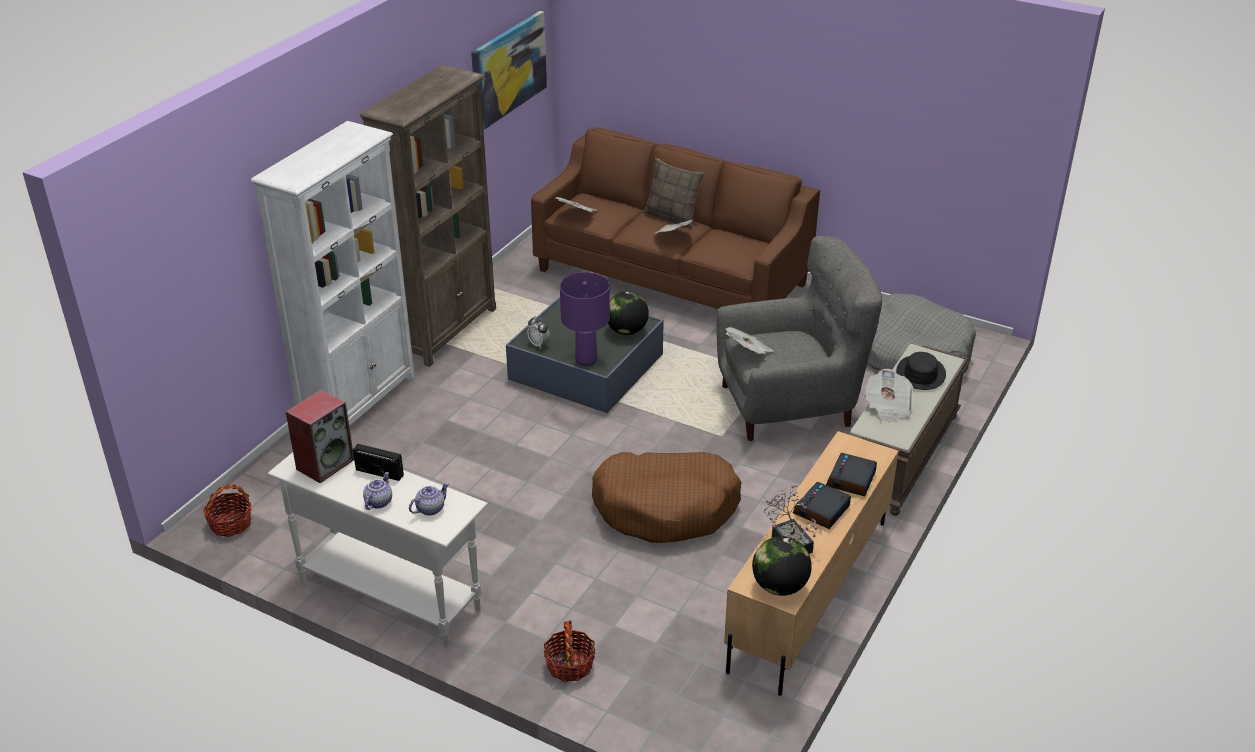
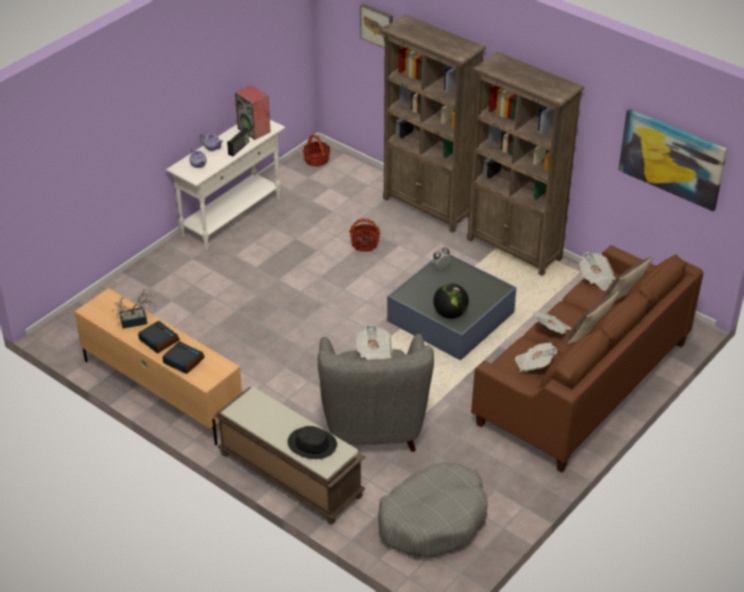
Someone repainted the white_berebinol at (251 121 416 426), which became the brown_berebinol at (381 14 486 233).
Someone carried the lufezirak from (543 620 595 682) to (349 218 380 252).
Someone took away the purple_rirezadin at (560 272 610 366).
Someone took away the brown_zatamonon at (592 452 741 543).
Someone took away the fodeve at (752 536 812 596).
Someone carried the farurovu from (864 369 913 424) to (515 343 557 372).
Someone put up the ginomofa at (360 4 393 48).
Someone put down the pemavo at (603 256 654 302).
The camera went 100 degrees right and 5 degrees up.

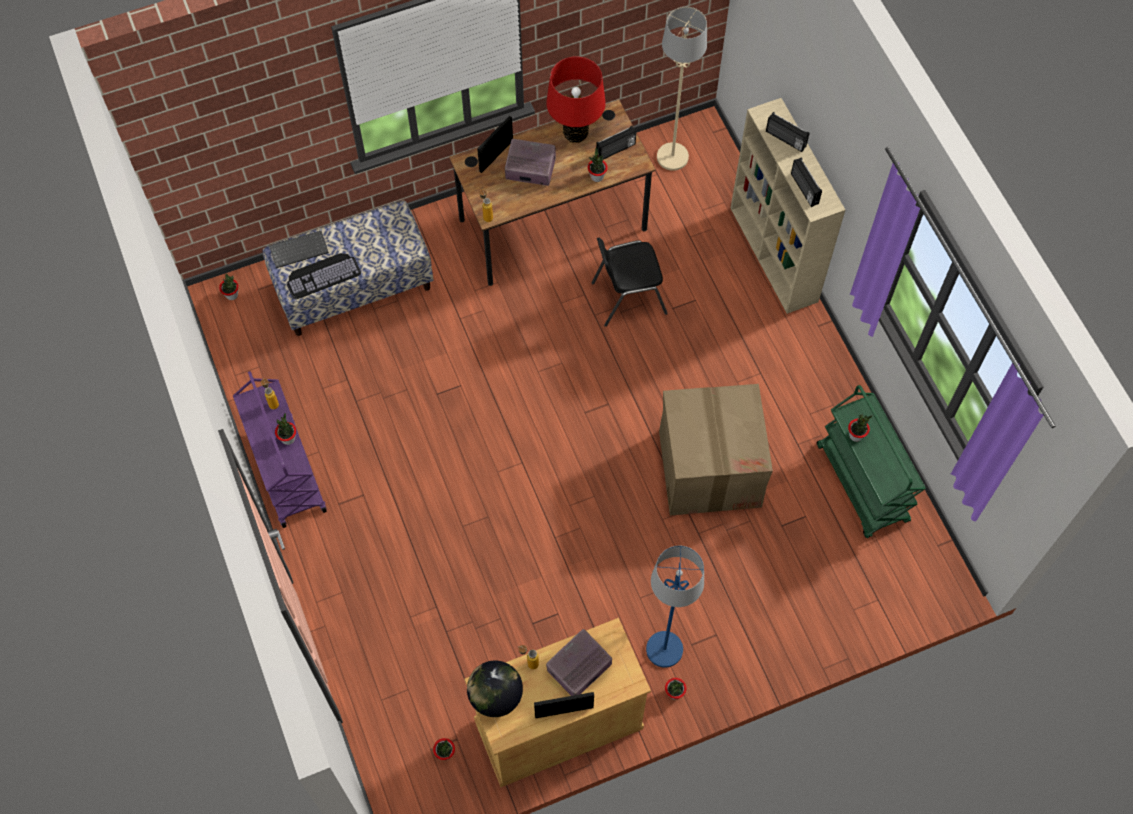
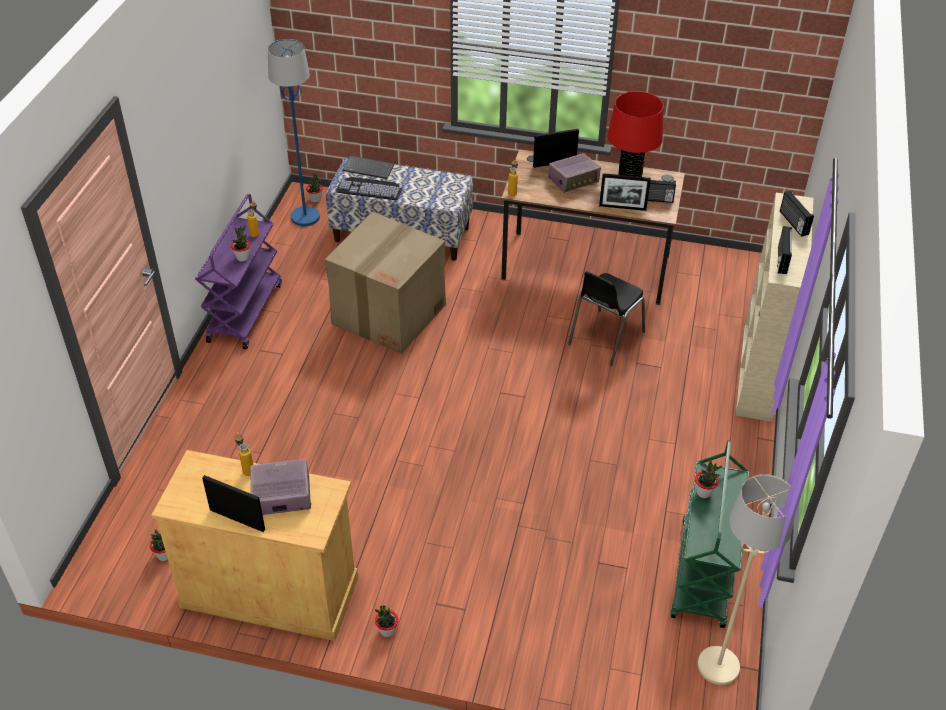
Someone took away the fodeve at (467 661 523 717).
Someone rotated the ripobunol at (505 139 556 186) by 105 degrees clockwise.
Someone swapped the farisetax at (588 147 608 182) for the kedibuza at (599 173 651 211).
Someone rotated the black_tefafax at (592 238 668 327) by 75 degrees counterclockwise.
Someone carried the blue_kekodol from (646 546 704 668) to (268 39 320 226).
Someone carried the beige_kekodol from (657 7 707 171) to (698 474 795 685).
Someone carried the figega from (659 384 773 515) to (325 212 446 354).
The camera went 35 degrees right and 20 degrees down.

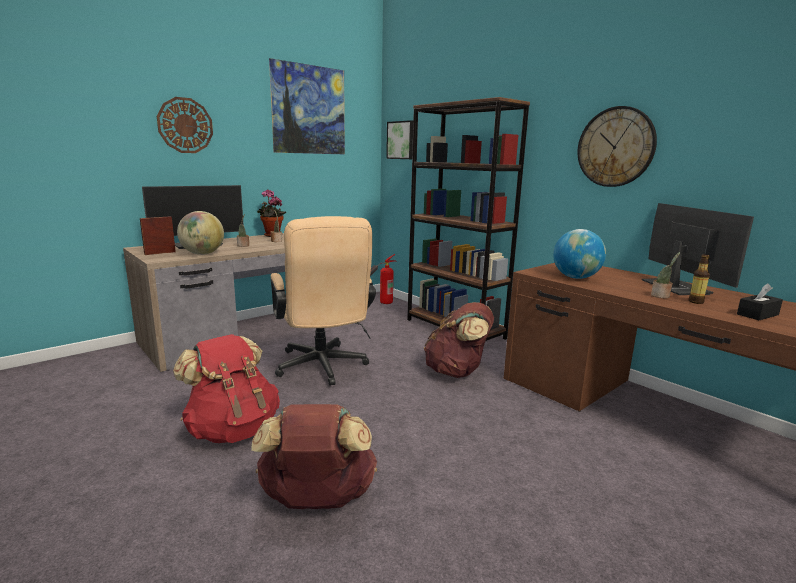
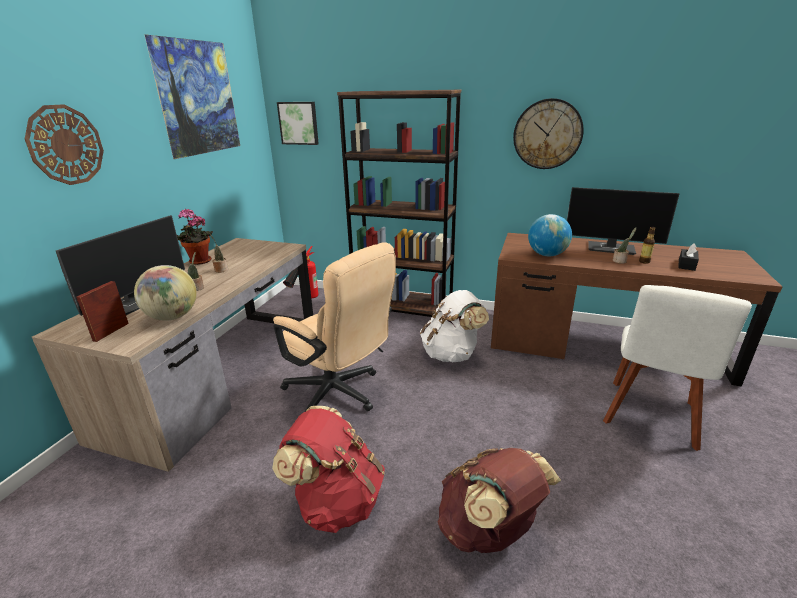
Someone repainted the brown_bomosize at (424 302 494 378), which became the white_bomosize at (420 290 489 363).
Someone rotated the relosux at (642 203 754 295) by 150 degrees clockwise.
Someone put down the white_tefafax at (603 285 752 451).
The camera went 30 degrees left and 10 degrees up.

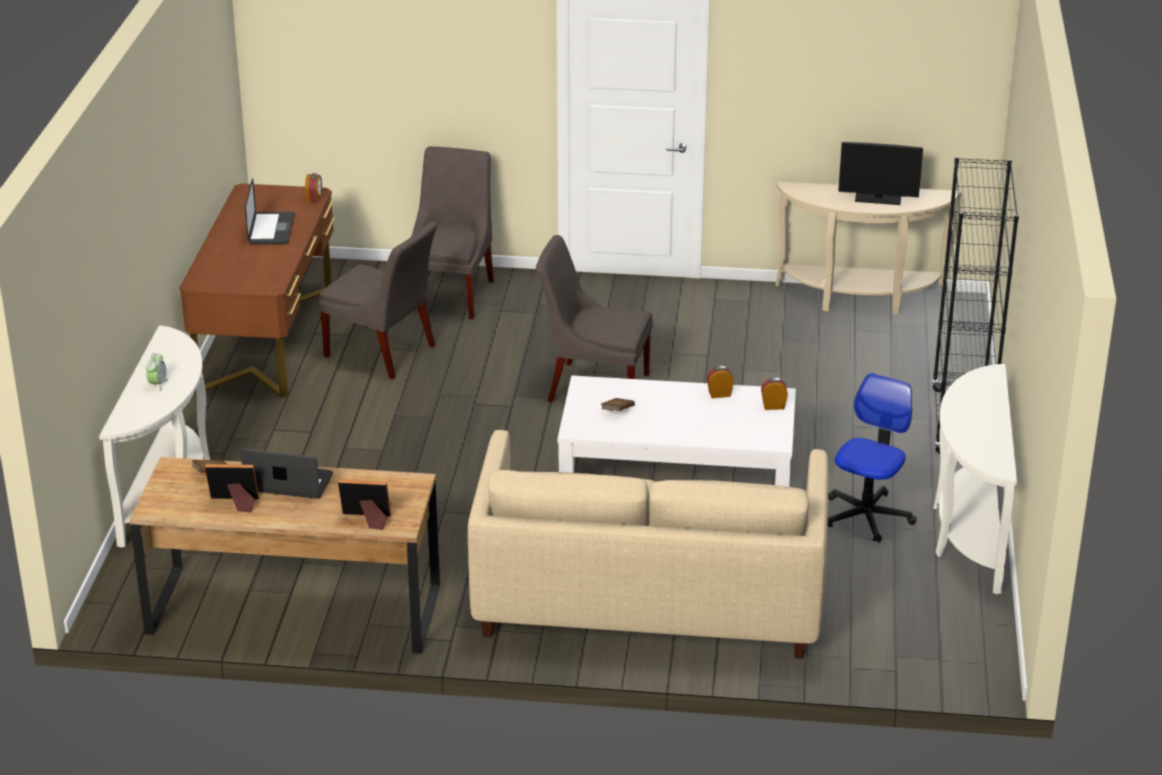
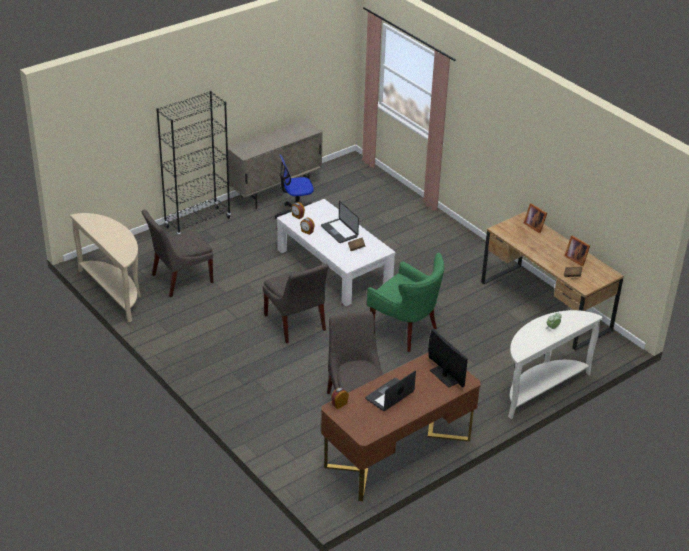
Someone carried the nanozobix from (241 448 333 499) to (321 201 359 243).
Someone carried the grey_tefafax from (411 146 494 319) to (142 210 213 297).
Someone took away the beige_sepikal at (468 430 829 659).
Someone carried the relosux from (838 142 923 205) to (428 329 468 388).
Someone swapped the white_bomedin at (933 364 1017 594) for the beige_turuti at (228 120 323 209).
Someone put down the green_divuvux at (367 253 445 352).
The camera went 135 degrees left and 5 degrees up.

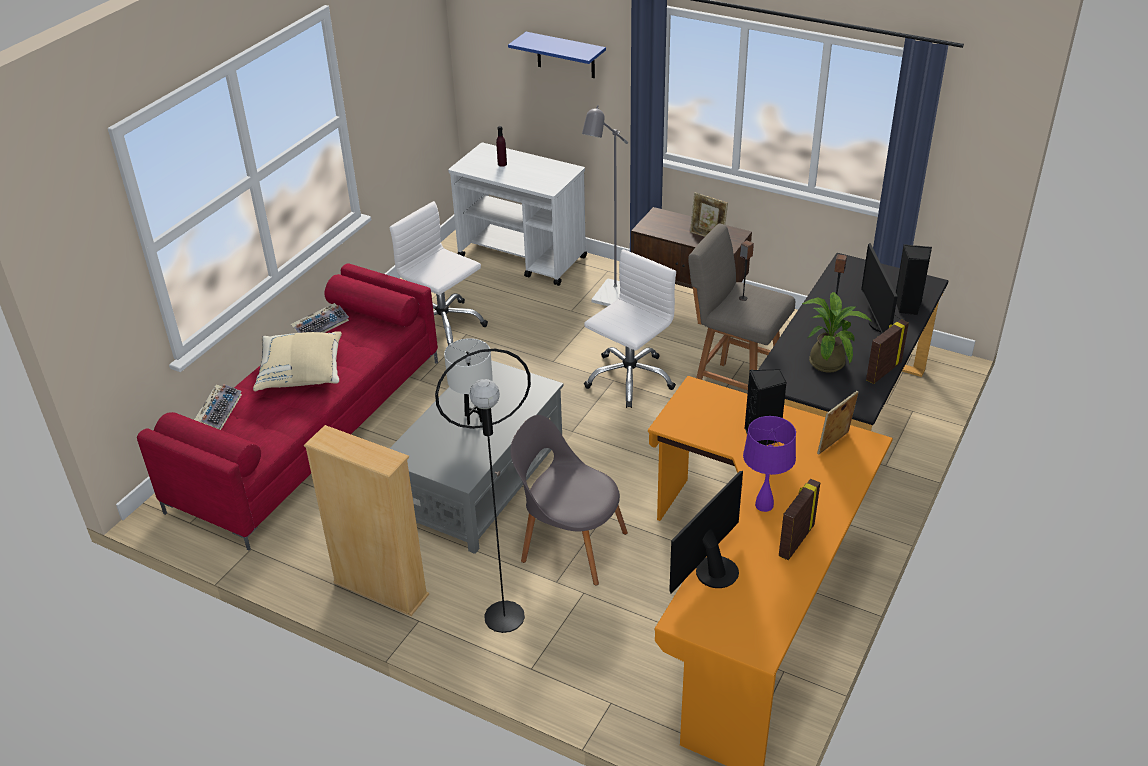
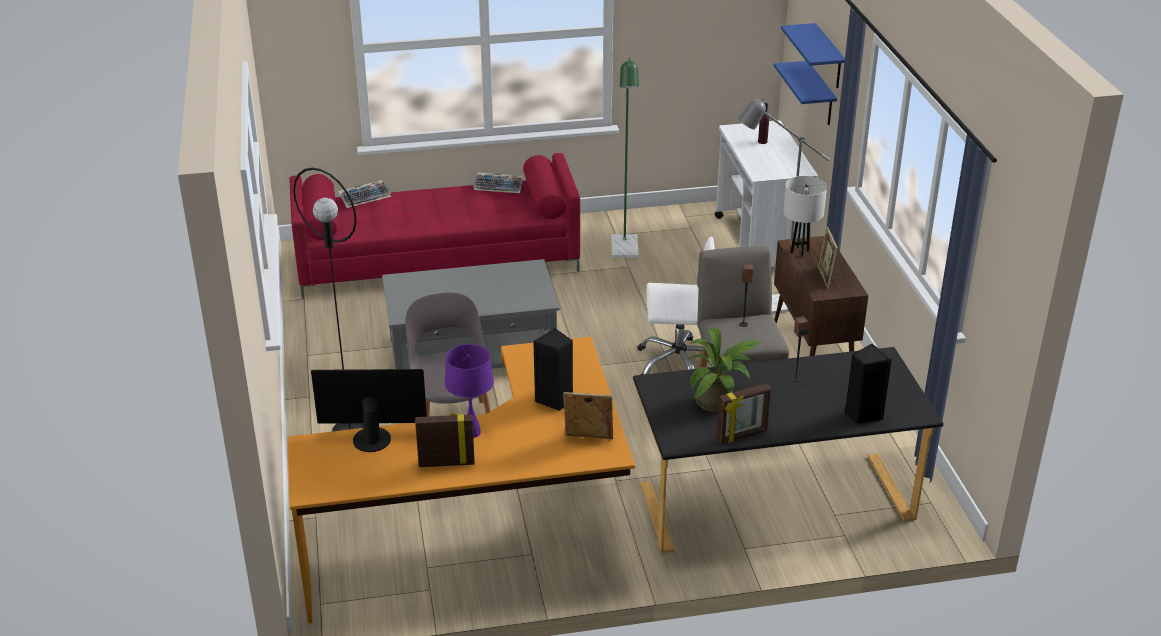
Someone took away the beige_pemavo at (253 332 342 391).
Someone took away the beige_berebinol at (304 425 429 616).
Someone swapped the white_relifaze at (389 201 488 346) for the green_kekodol at (611 58 639 258).
Someone carried the white_rirezadin from (444 338 493 425) to (783 176 827 257).
Someone took away the relosux at (861 243 901 333).
Someone rotated the kedibuza at (866 319 909 384) by 150 degrees clockwise.
Someone put up the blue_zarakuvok at (774 61 837 125).
The camera went 50 degrees right and 5 degrees down.

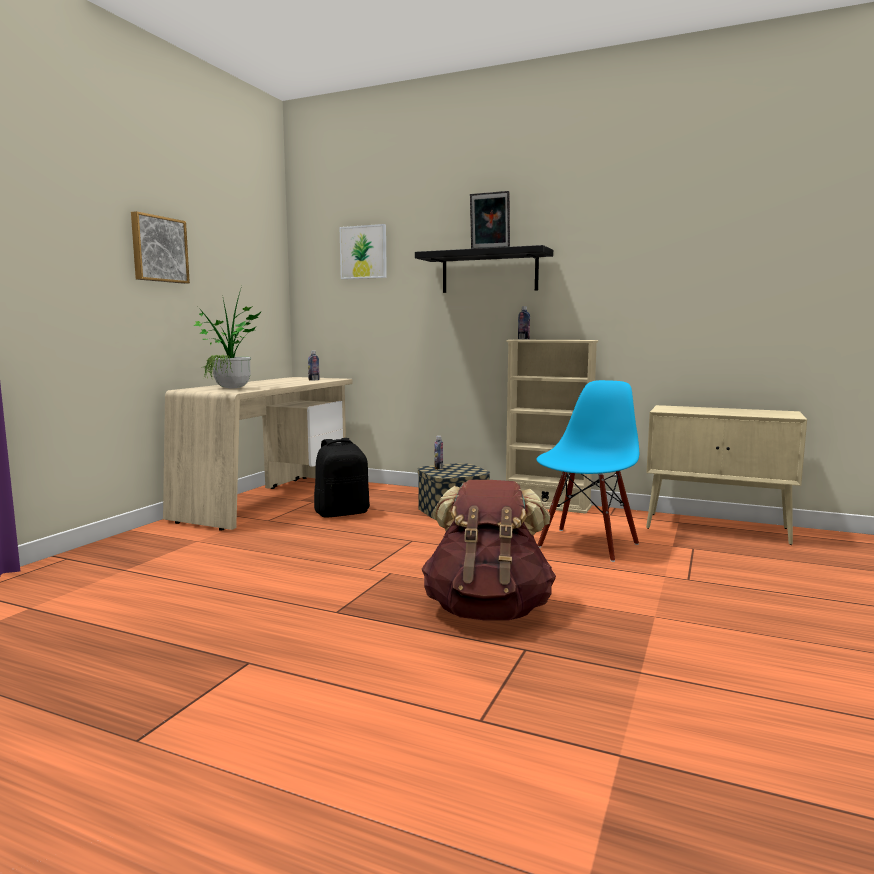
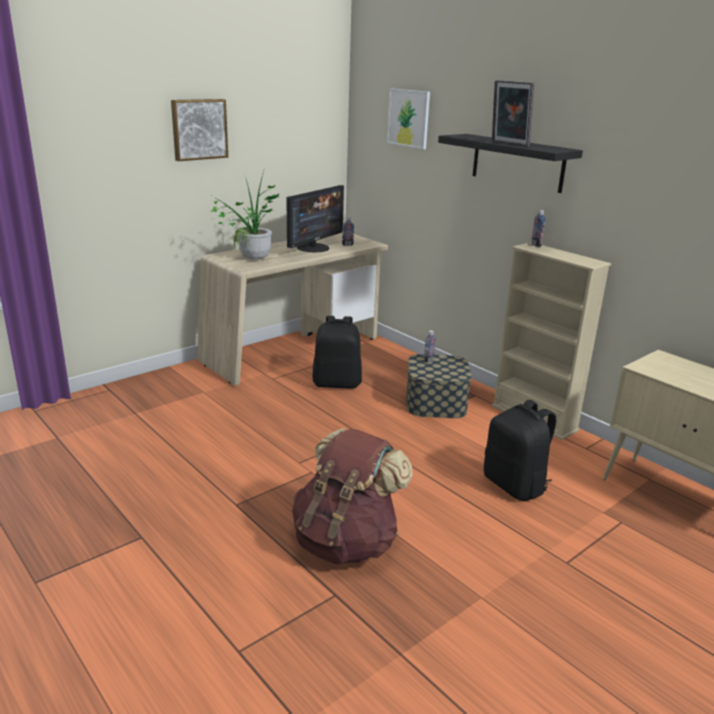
Someone swapped the blue_tefafax at (537 380 639 562) for the black_bomosize at (484 400 556 501).
Someone put down the relosux at (287 185 344 252).
The camera went 25 degrees right and 15 degrees up.

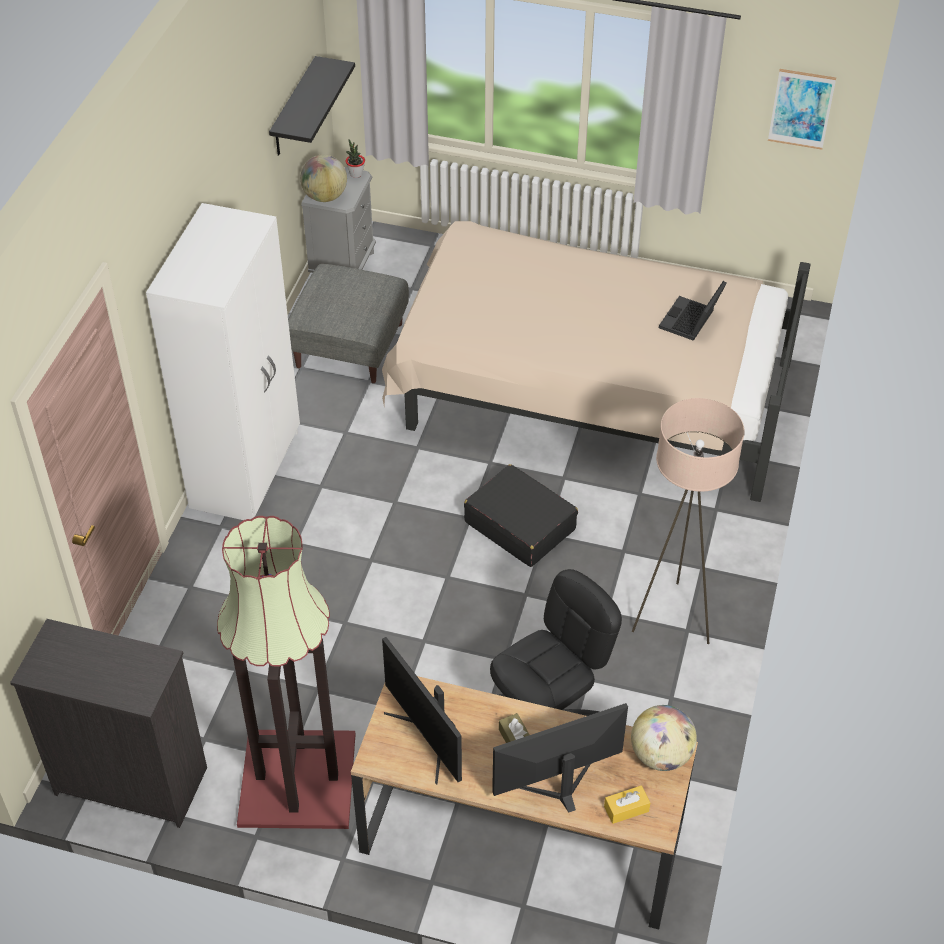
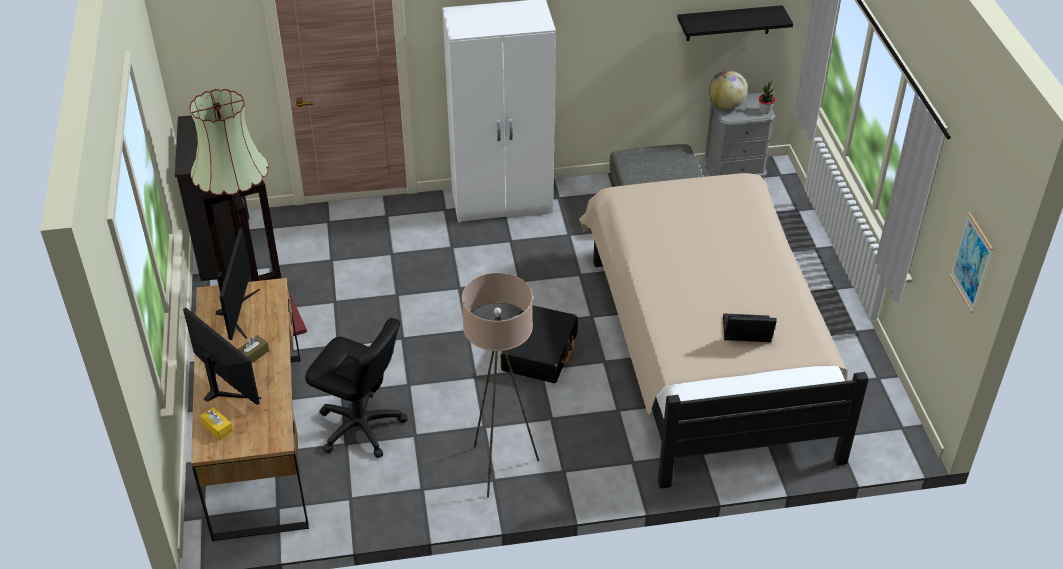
Someone rotated the relosux at (382 637 462 784) by 150 degrees clockwise.
Someone took away the fodeve at (631 705 697 771).
The camera went 65 degrees right and 5 degrees down.

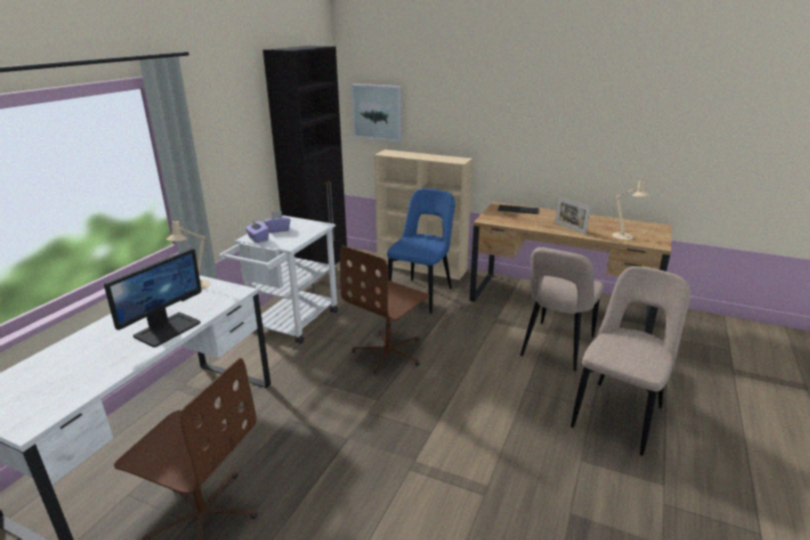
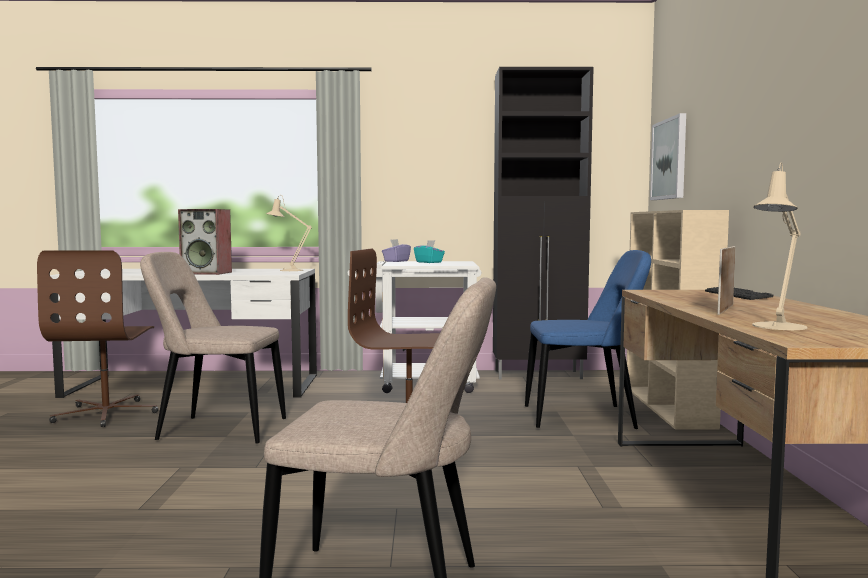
Someone swapped the relosux at (104 248 202 347) for the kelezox at (178 209 232 275).
Someone repainted the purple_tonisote at (265 211 290 233), which became the turquoise_tonisote at (414 240 445 263).
Someone carried the beige_tefafax from (520 247 603 371) to (140 252 286 444).
The camera went 65 degrees right and 20 degrees down.

